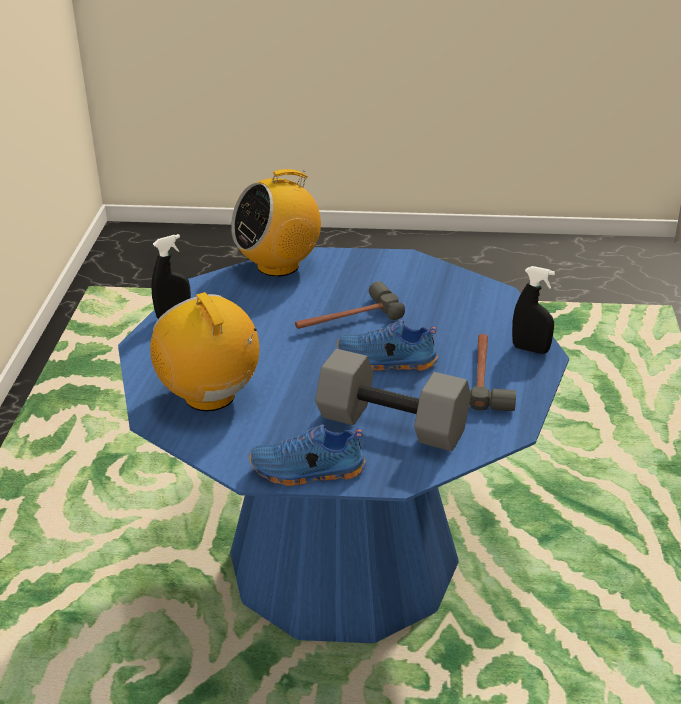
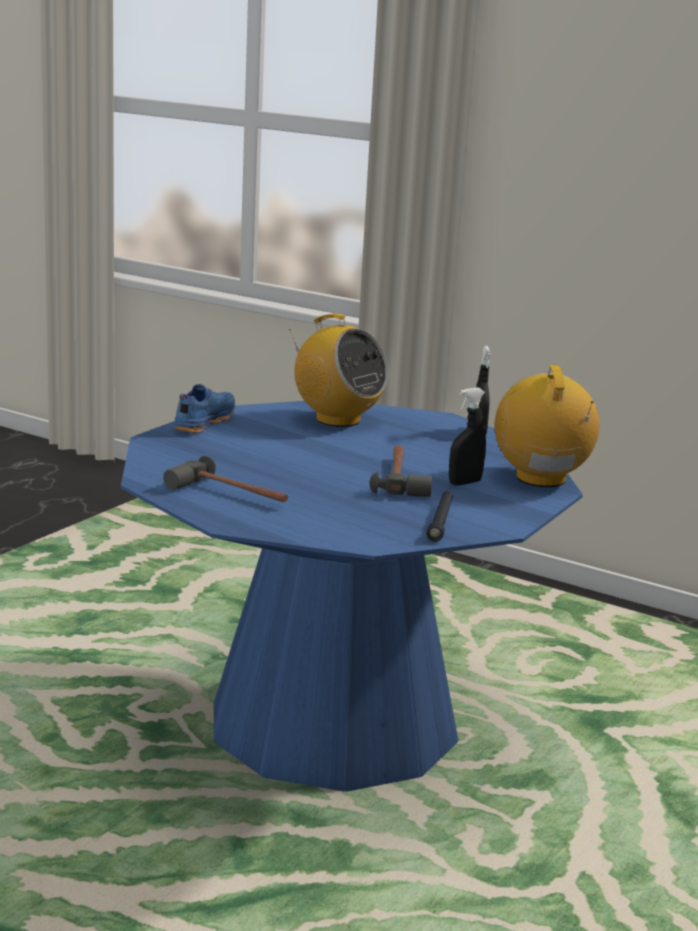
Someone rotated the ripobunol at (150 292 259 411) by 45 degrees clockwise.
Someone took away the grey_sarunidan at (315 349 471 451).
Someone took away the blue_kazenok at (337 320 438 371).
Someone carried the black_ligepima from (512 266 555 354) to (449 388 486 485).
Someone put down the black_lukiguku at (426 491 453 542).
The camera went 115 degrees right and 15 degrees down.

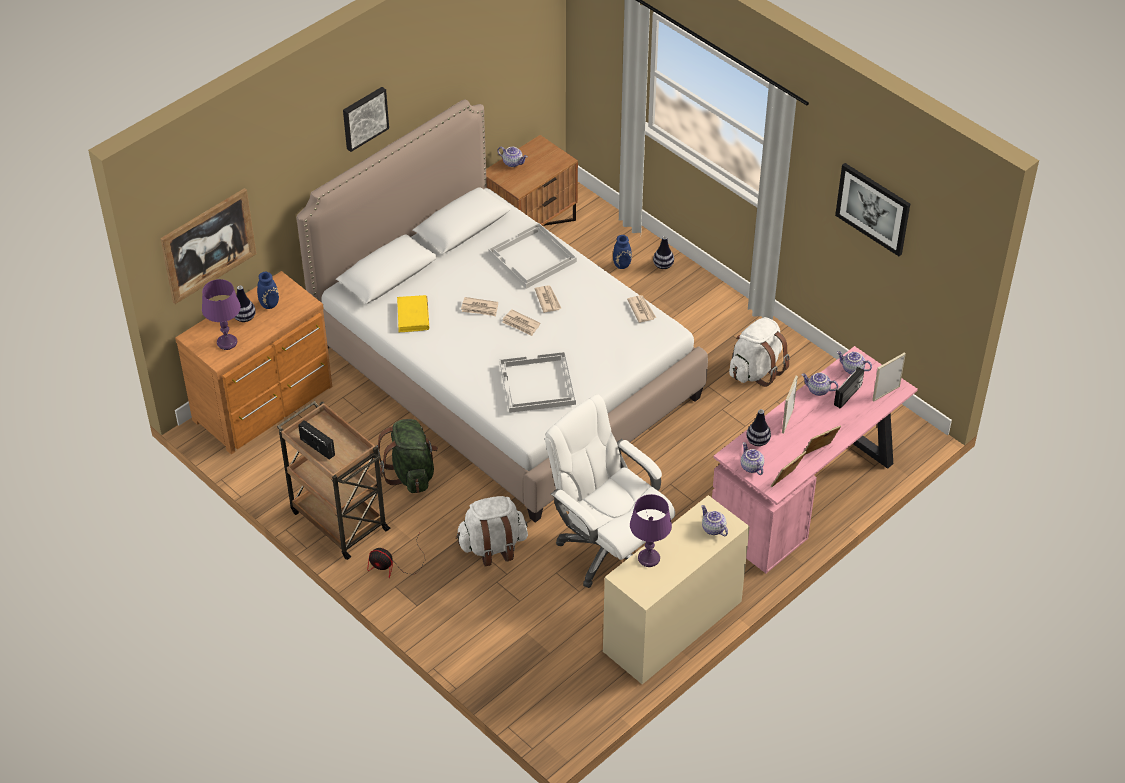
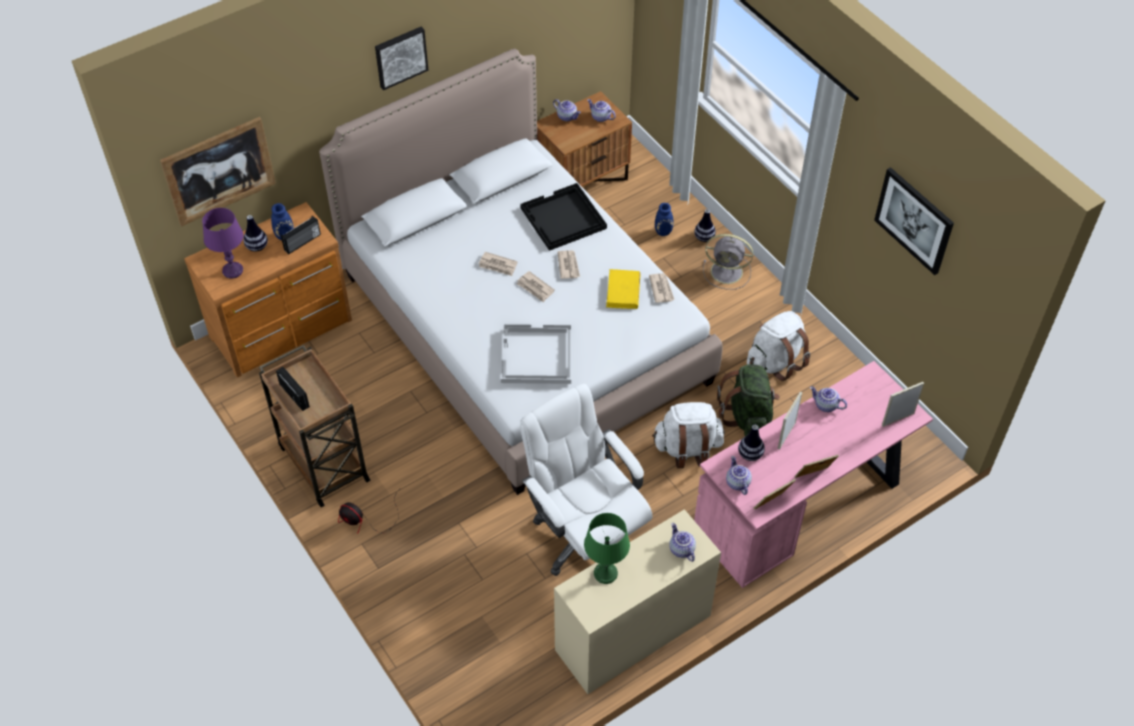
Someone carried the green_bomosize from (376 419 438 493) to (717 364 780 436).
Someone carried the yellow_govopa from (397 295 429 332) to (606 269 641 309).
Someone carried the white_bomosize from (456 496 528 566) to (652 402 725 468).
Someone repainted the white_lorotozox at (488 223 577 289), which became the black_lorotozox at (520 183 607 251).
Someone repainted the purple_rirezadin at (630 494 672 567), which became the green_rirezadin at (584 513 630 584).
Someone carried the ripobunol from (834 367 864 409) to (281 216 321 254).
Someone carried the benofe from (837 351 872 374) to (587 99 616 122).
Someone put down the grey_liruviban at (703 234 753 290).
The camera went 10 degrees right and 5 degrees up.

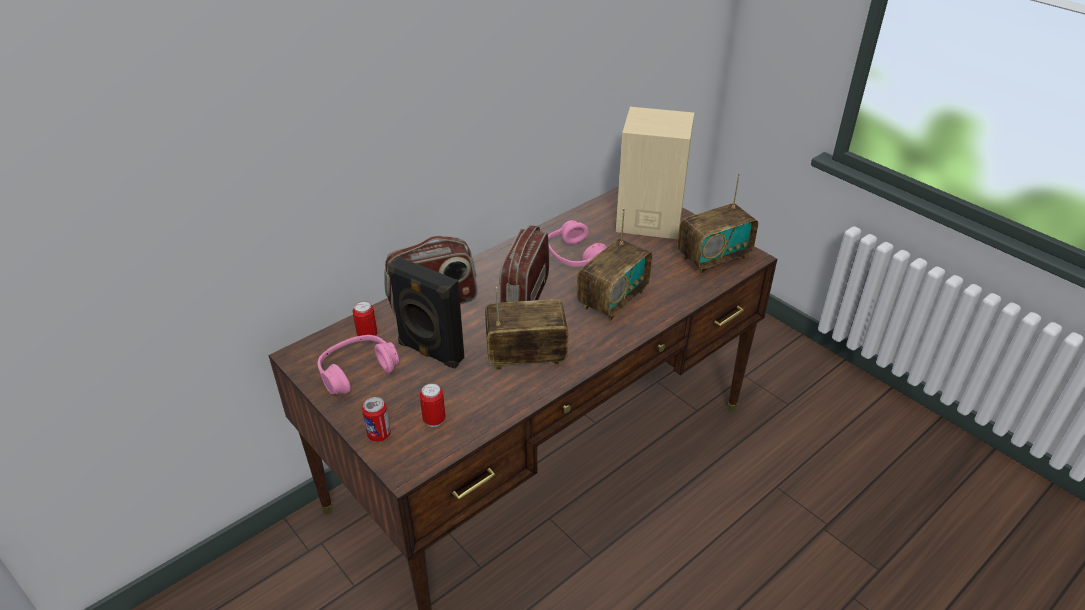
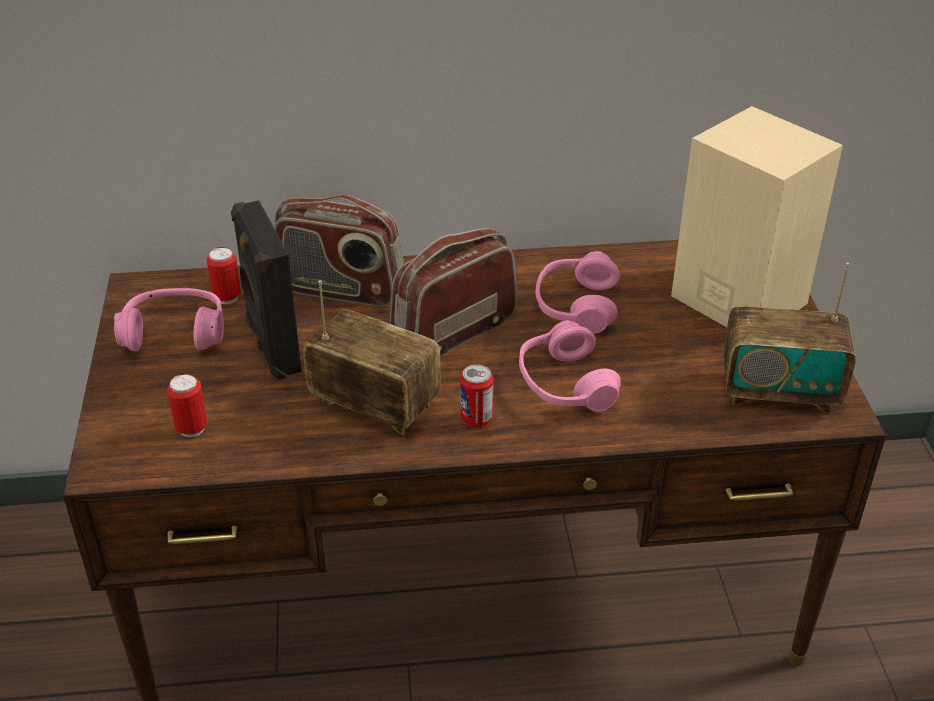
Someone carried the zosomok from (362 397 391 442) to (460 364 493 427).
Someone swapped the ripobunol at (577 208 652 322) for the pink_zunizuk at (519 320 621 412).
The camera went 35 degrees right and 0 degrees up.

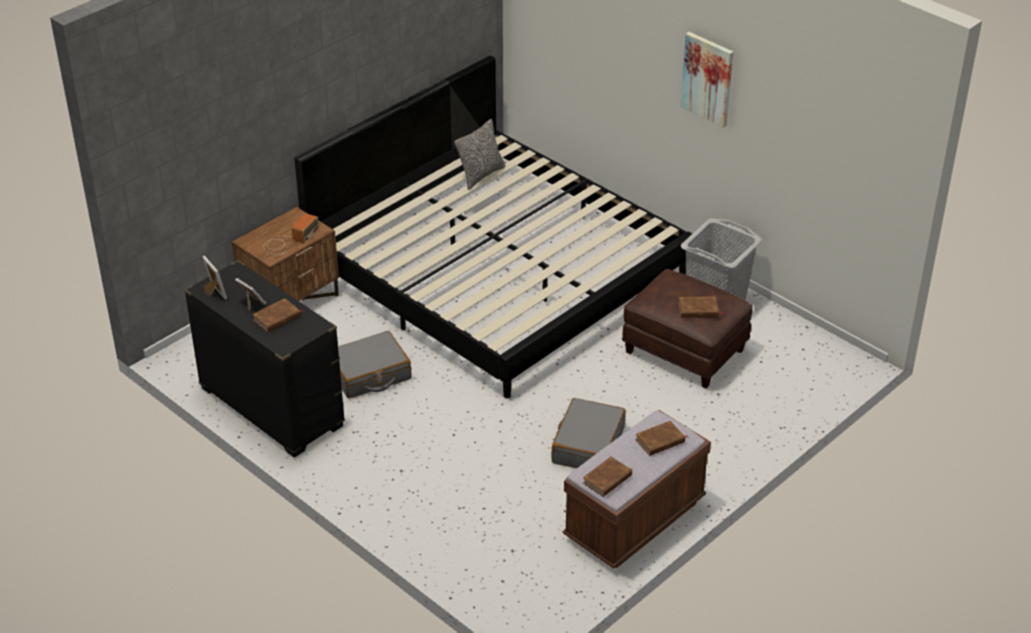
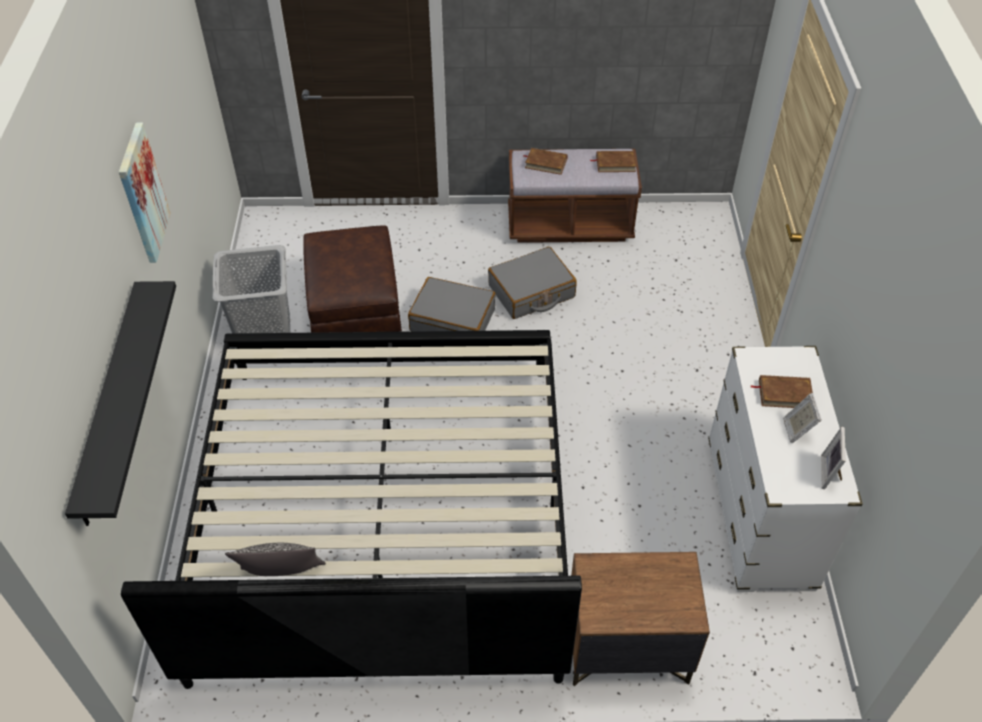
Someone repainted the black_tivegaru at (184 260 345 458), which became the white_tivegaru at (708 346 863 592).
Someone took away the ripobunol at (263 213 319 255).
Someone carried the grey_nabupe from (338 331 411 398) to (408 277 496 331).
Someone took away the brown_govopa at (678 296 724 318).
Someone put up the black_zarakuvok at (65 281 176 526).
The camera went 135 degrees left and 10 degrees up.

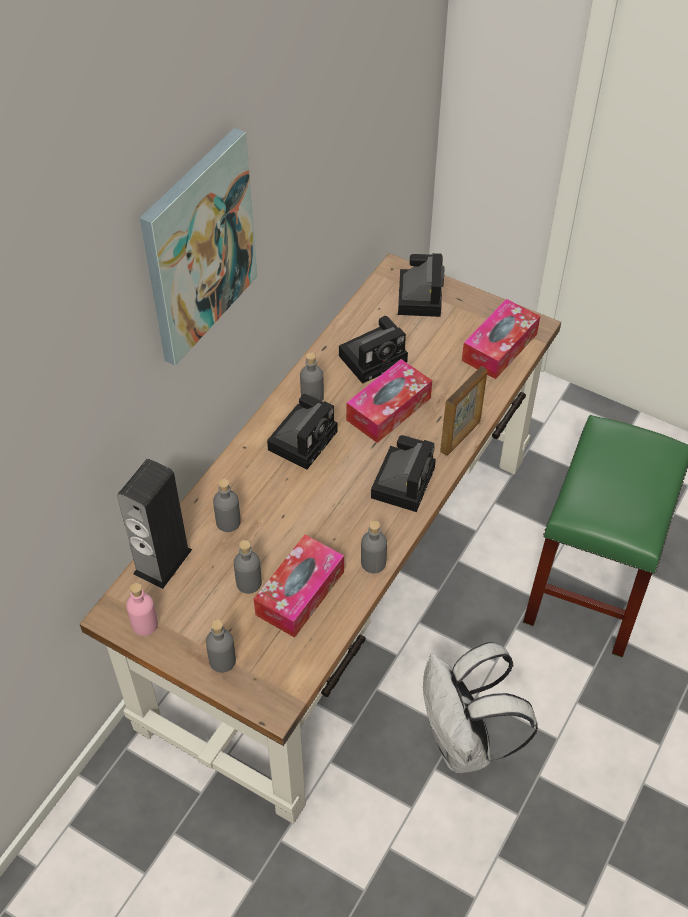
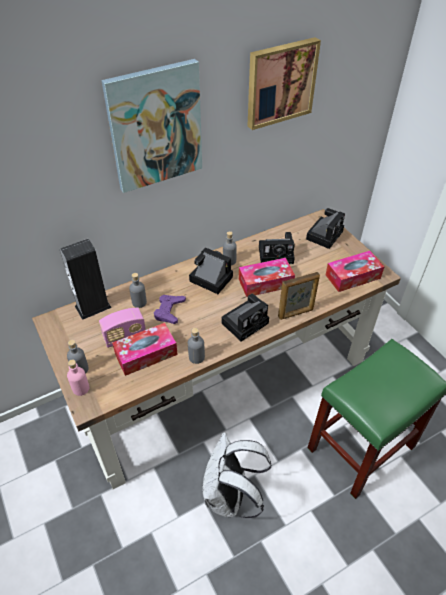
Someone carried the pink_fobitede from (126 583 158 636) to (67 359 89 396).
Someone swapped the grey_fobitede at (234 540 262 594) for the ripobunol at (99 308 146 348).
Someone rotated the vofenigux at (267 394 337 469) by 120 degrees counterclockwise.
Someone put down the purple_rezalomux at (154 295 186 324).
Someone put up the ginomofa at (248 37 321 130).
The camera went 30 degrees right and 5 degrees down.

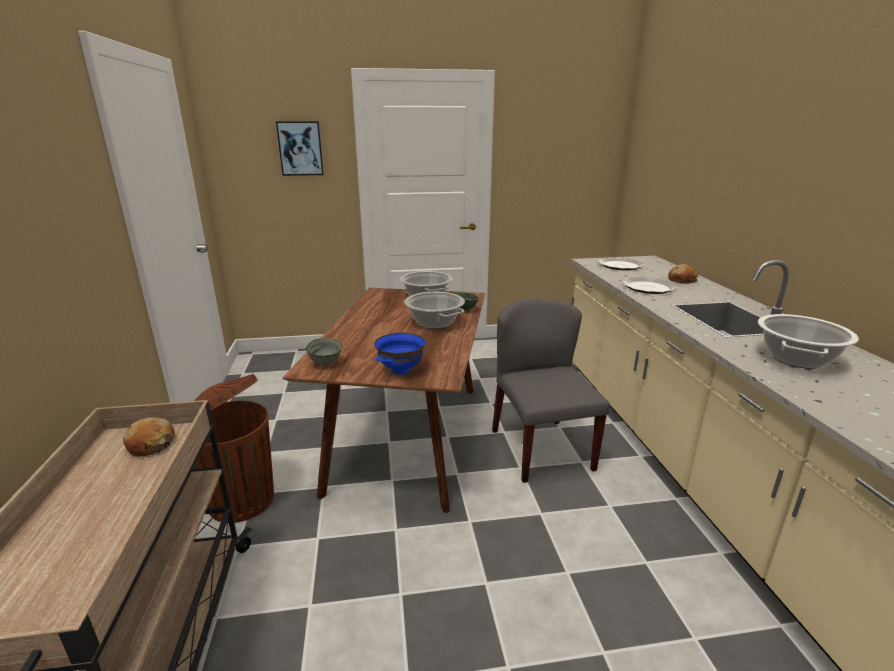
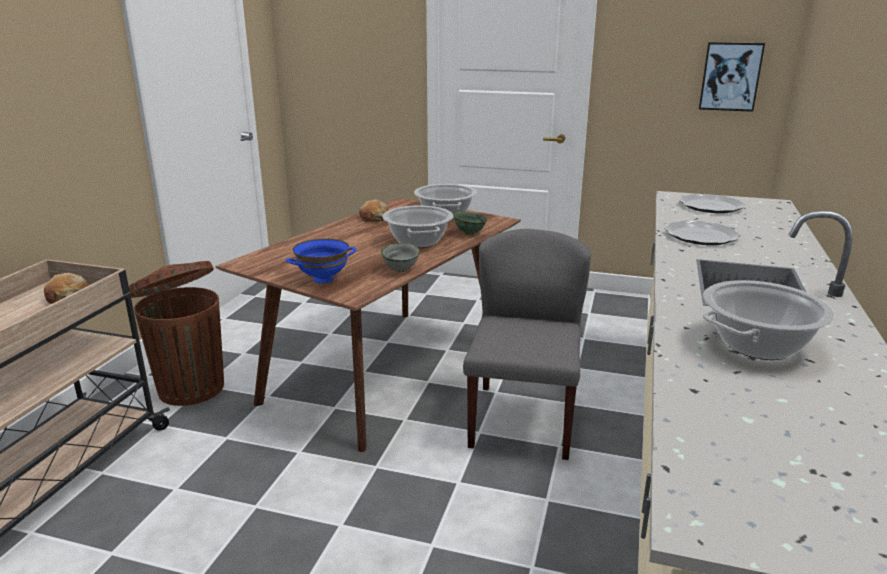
Someone carried the ginomofa from (276 121 324 176) to (699 42 765 112).
Someone carried the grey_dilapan from (306 338 343 366) to (381 243 420 272).
Someone carried the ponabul from (668 264 699 284) to (359 200 389 222).
The camera went 25 degrees right and 0 degrees up.

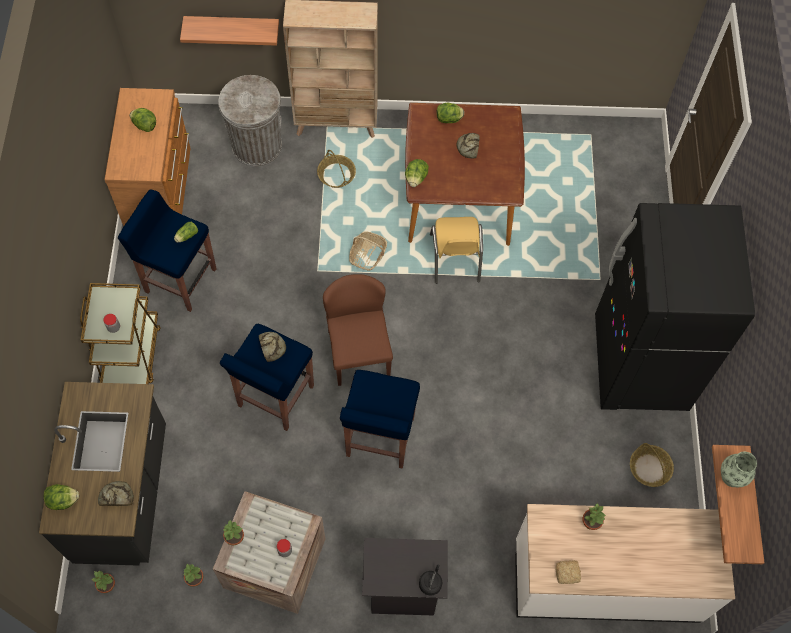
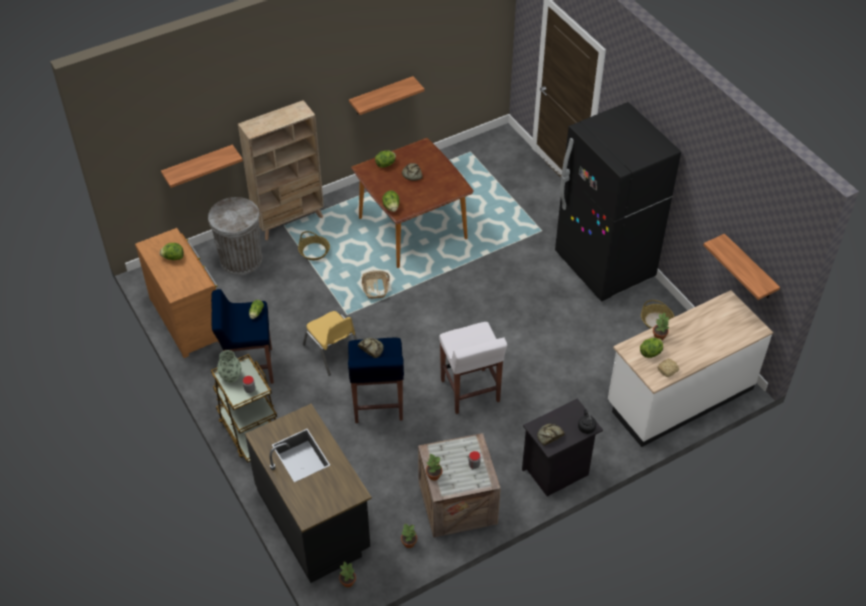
Someone carried the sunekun from (44 484 79 510) to (640 338 663 358).
Someone carried the ponabul from (98 481 134 506) to (537 424 565 446).
Someone took away the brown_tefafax at (323 274 393 386).
Someone repainted the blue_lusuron at (340 370 420 469), which became the white_lusuron at (439 322 507 414).
Someone carried the yellow_tefafax from (430 217 483 284) to (303 311 357 376).
Someone carried the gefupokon from (721 452 757 487) to (217 350 242 383).
Someone put up the zarakuvok at (349 76 425 115).
The camera went 30 degrees left and 15 degrees down.

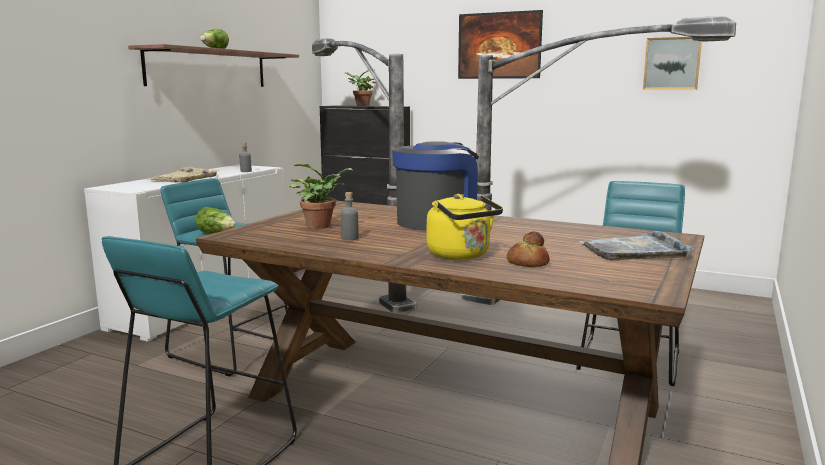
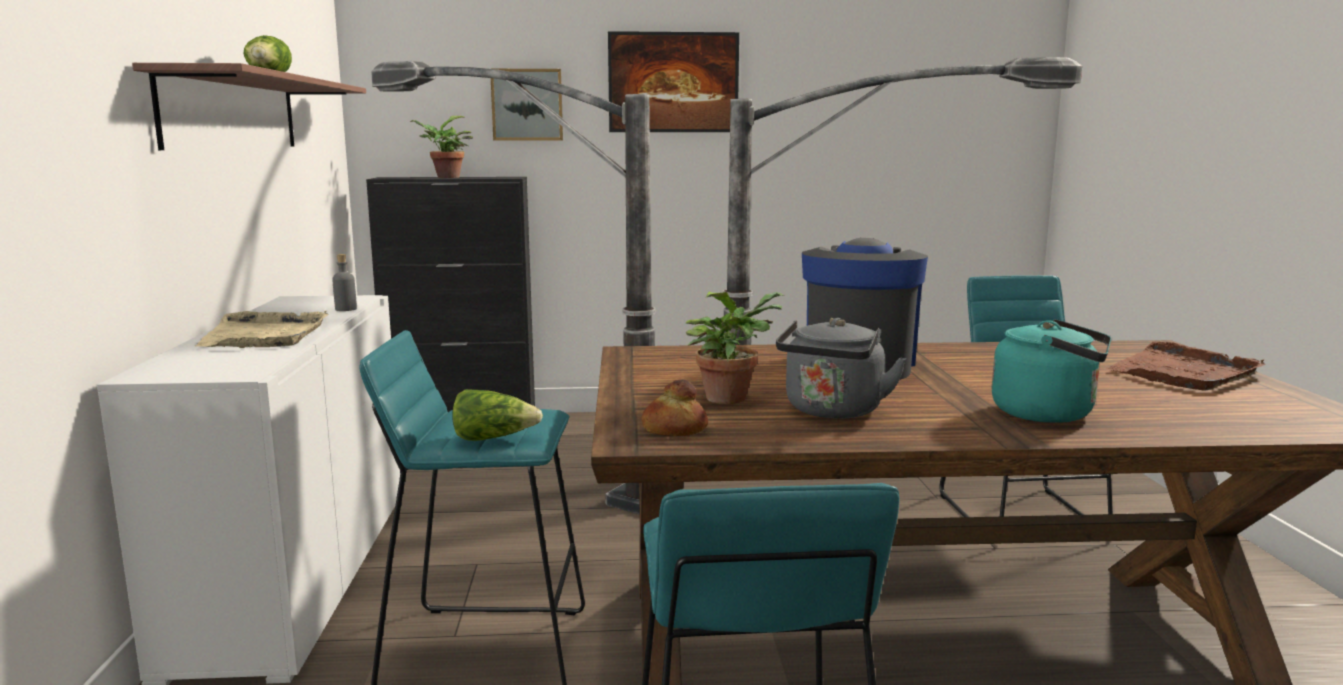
Someone swapped the grey_fobitede at (341 192 359 240) for the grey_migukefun at (776 318 907 419).
Someone repainted the yellow_migukefun at (427 194 503 260), which became the turquoise_migukefun at (991 319 1111 423).
Someone carried the ponabul from (507 231 550 267) to (641 379 708 436).
Someone repainted the grey_lorotozox at (579 231 694 261), which became the brown_lorotozox at (1106 342 1266 391).
Someone carried the ginomofa from (643 37 702 90) to (491 69 563 140).
The camera went 30 degrees left and 0 degrees up.

